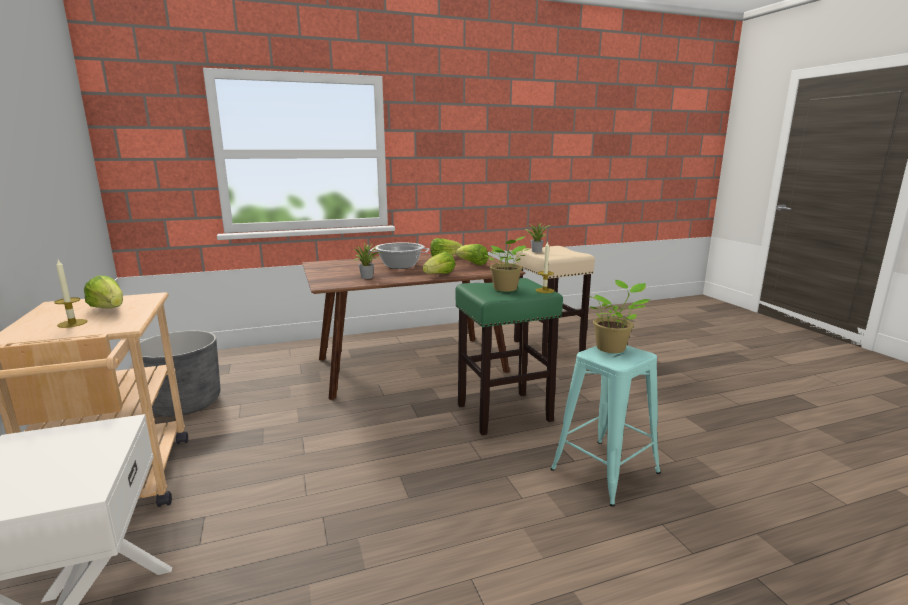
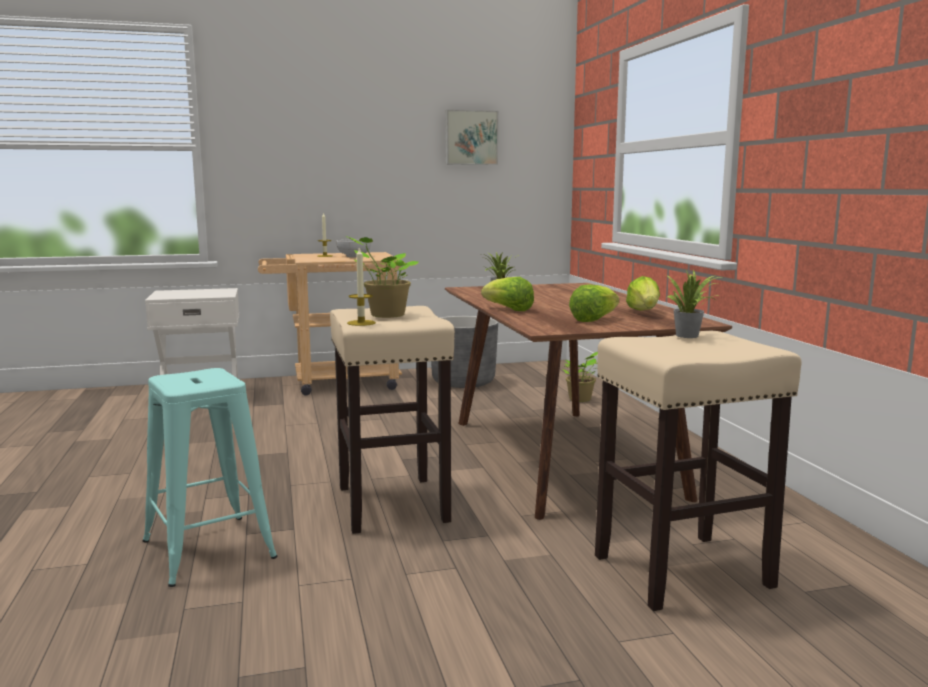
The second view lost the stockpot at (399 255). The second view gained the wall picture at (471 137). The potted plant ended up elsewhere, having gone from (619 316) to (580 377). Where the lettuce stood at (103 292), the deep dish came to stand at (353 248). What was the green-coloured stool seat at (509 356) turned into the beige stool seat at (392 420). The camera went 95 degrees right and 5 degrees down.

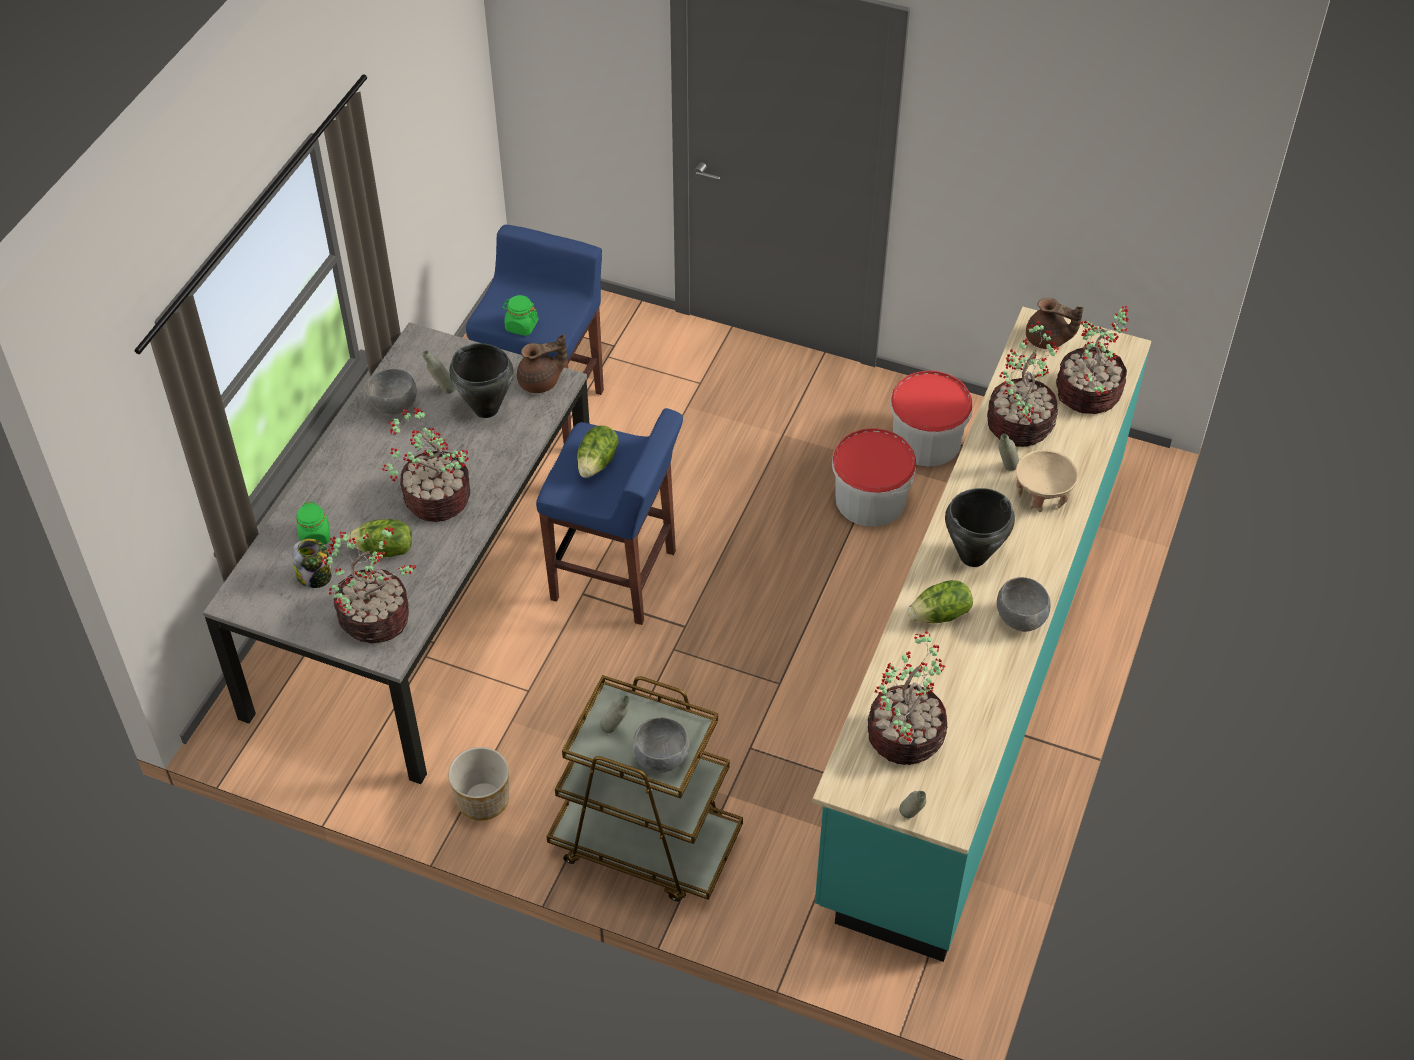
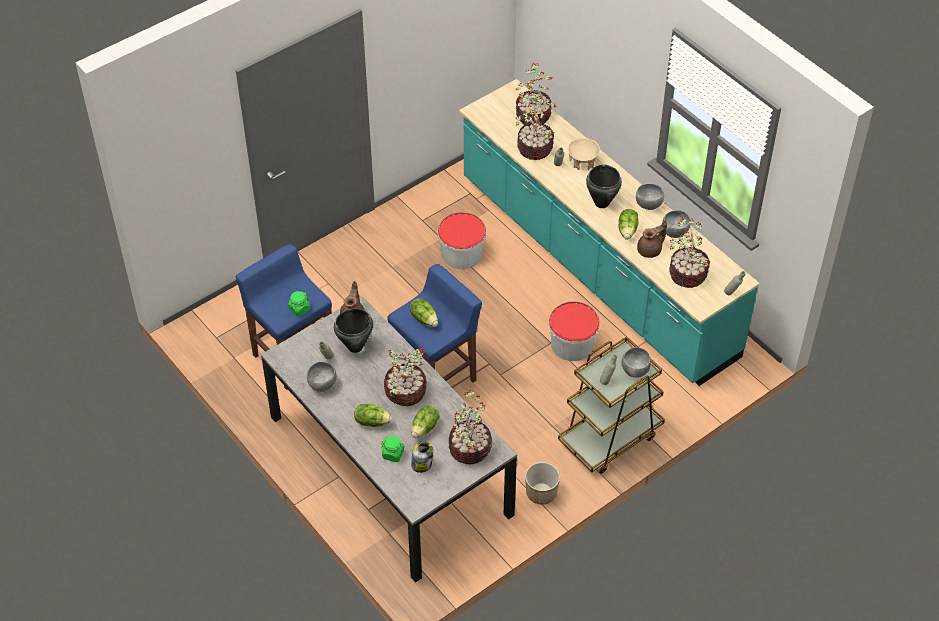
The second view gained the lettuce at (373 415). The second view gained the grey deep dish at (676 224). The water bucket ended up elsewhere, having gone from (931 419) to (574 331). The brownish tea pot ended up elsewhere, having gone from (1054 323) to (652 239). The camera went 60 degrees left and 0 degrees up.

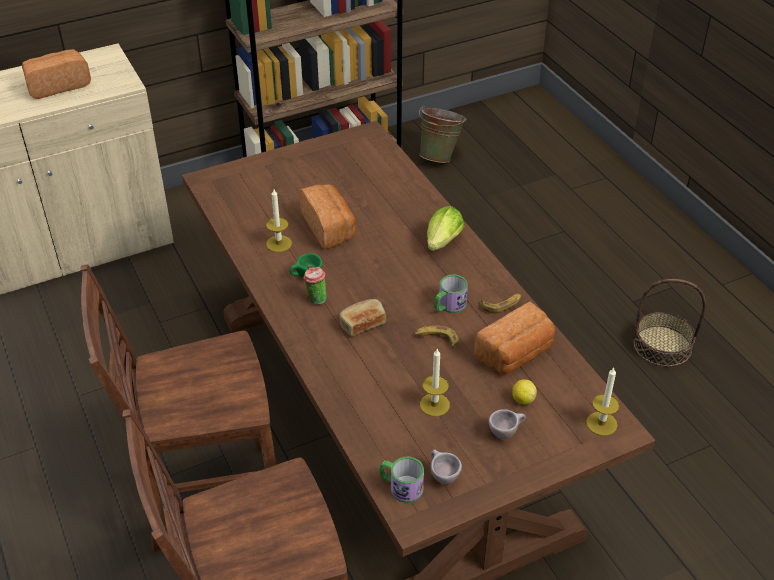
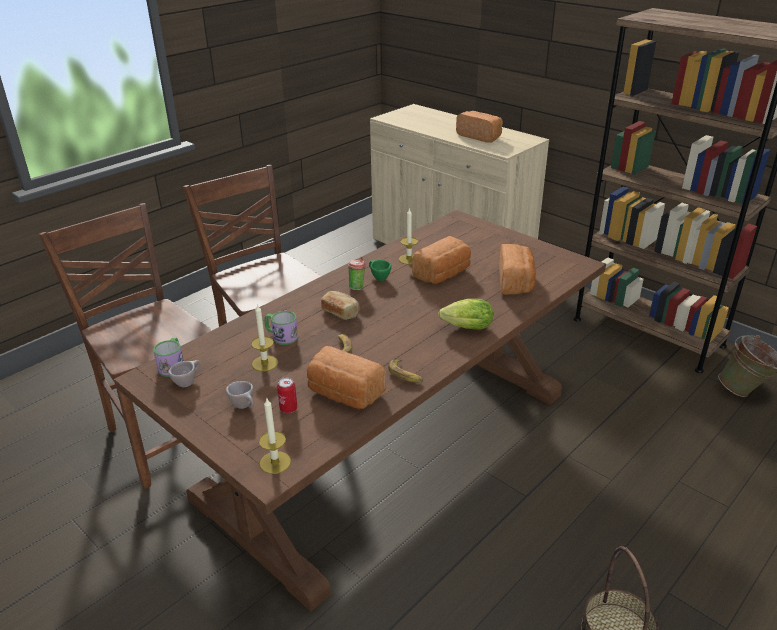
The second view gained the bakery bread at (517 269). The mug ended up elsewhere, having gone from (451 294) to (281 328). Where the whole lemon stood at (524 392), the metal can came to stand at (287 395). The camera went 70 degrees right and 10 degrees down.

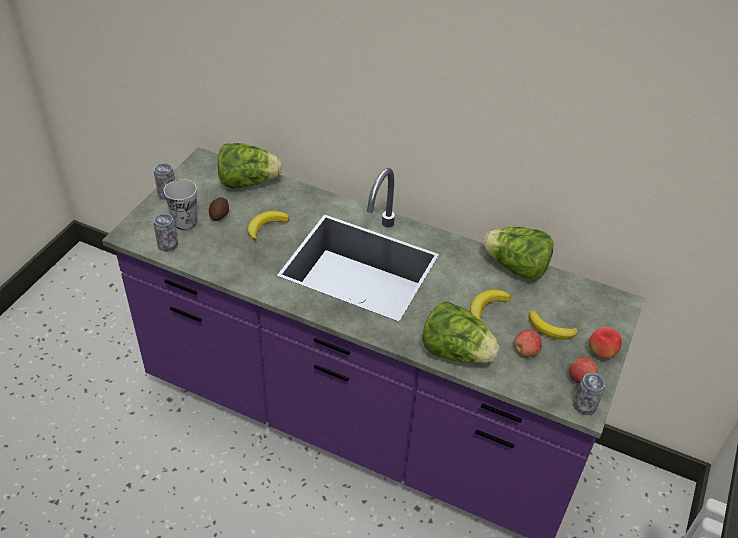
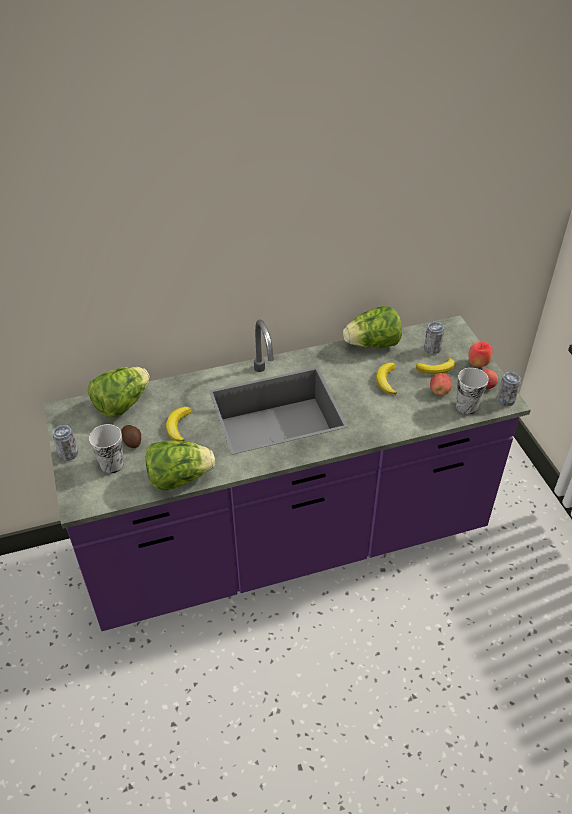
The second view gained the drinking cup at (472 391). The metal can ended up elsewhere, having gone from (166 232) to (434 338). The lettuce ended up elsewhere, having gone from (461 332) to (180 465). The camera went 40 degrees left and 0 degrees up.

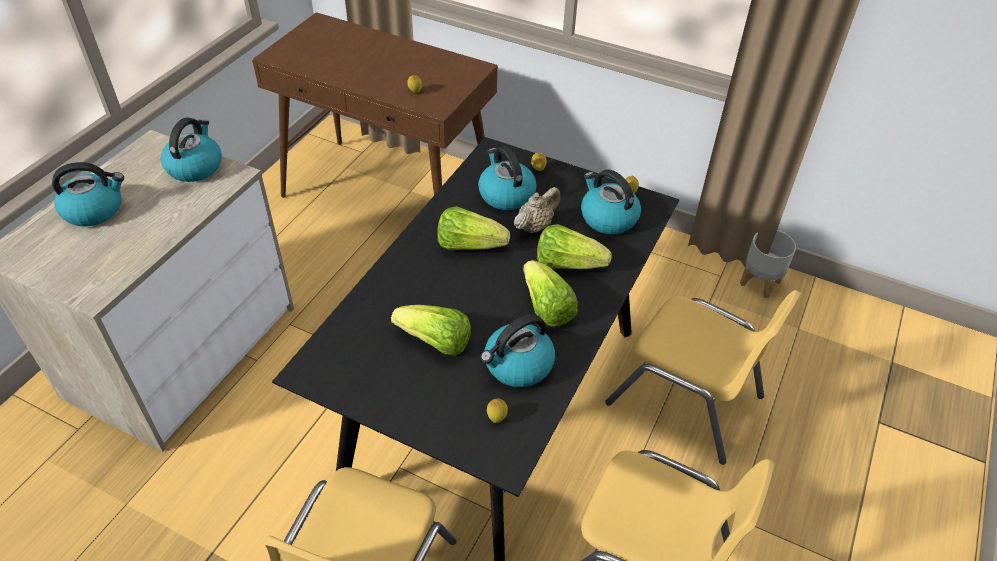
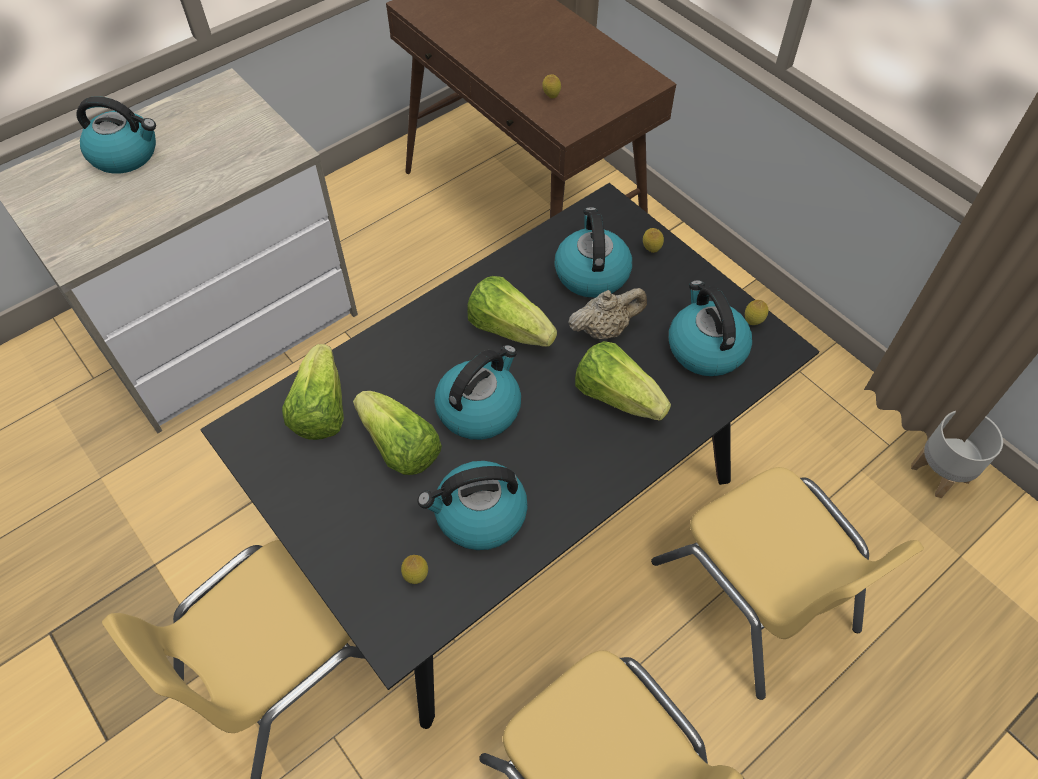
The kettle ended up elsewhere, having gone from (191 149) to (477 392). The lettuce ended up elsewhere, having gone from (550 293) to (313 392). The camera went 25 degrees right and 10 degrees up.

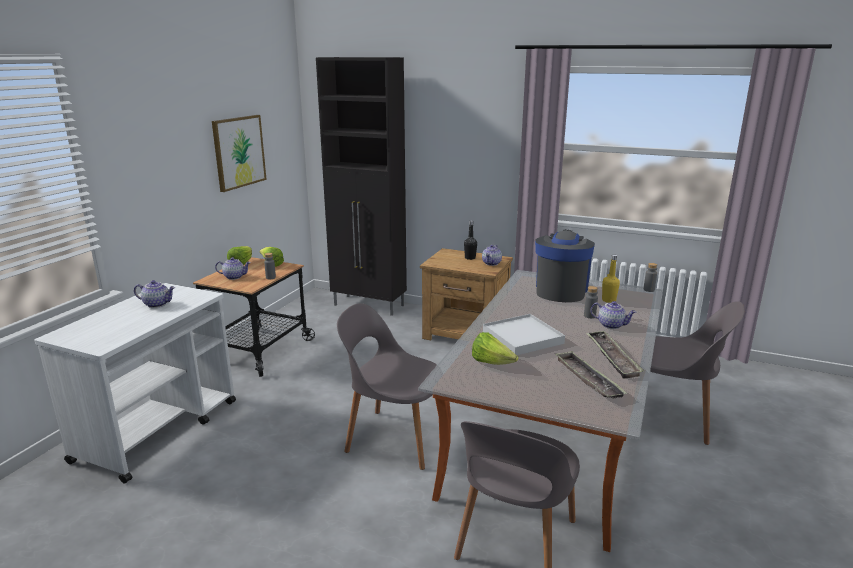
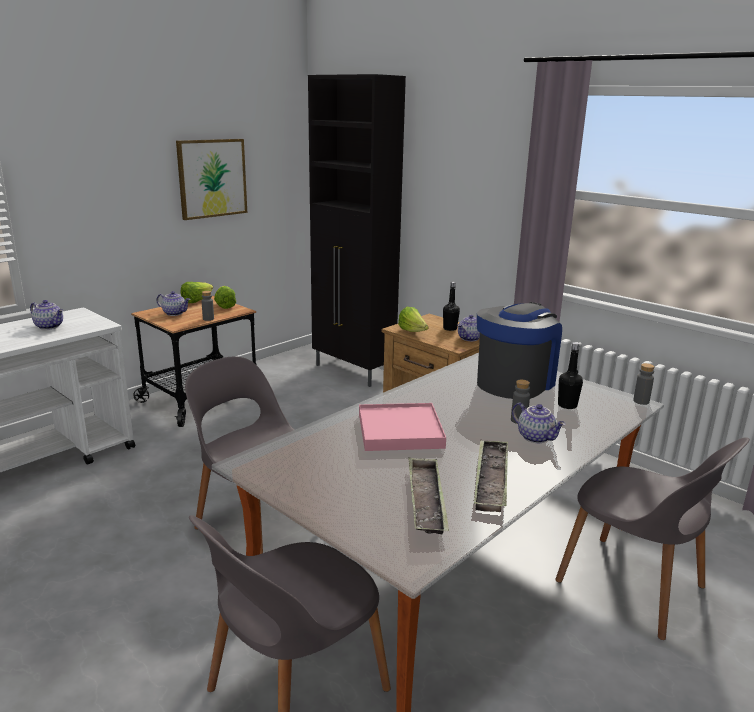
The lettuce ended up elsewhere, having gone from (495 348) to (413 319). What was the white-coloured carrying tray at (524 334) turned into the pink carrying tray at (402 427). What was the yellow bottle at (611 279) turned into the black bottle at (570 375). The camera went 20 degrees right and 0 degrees up.

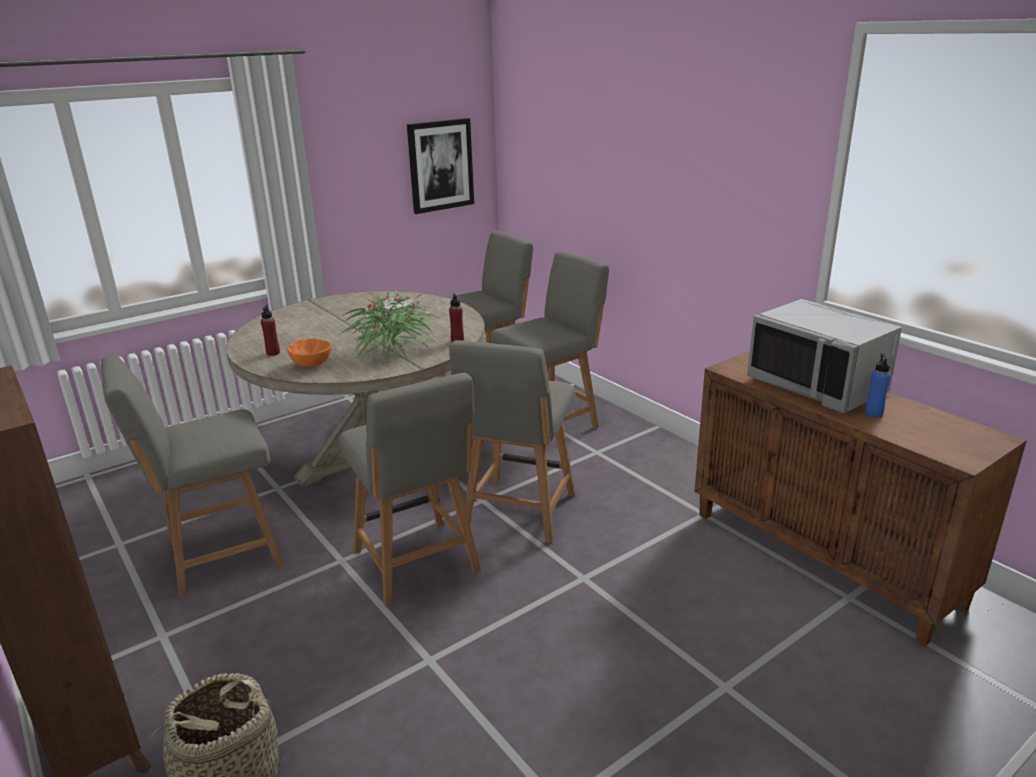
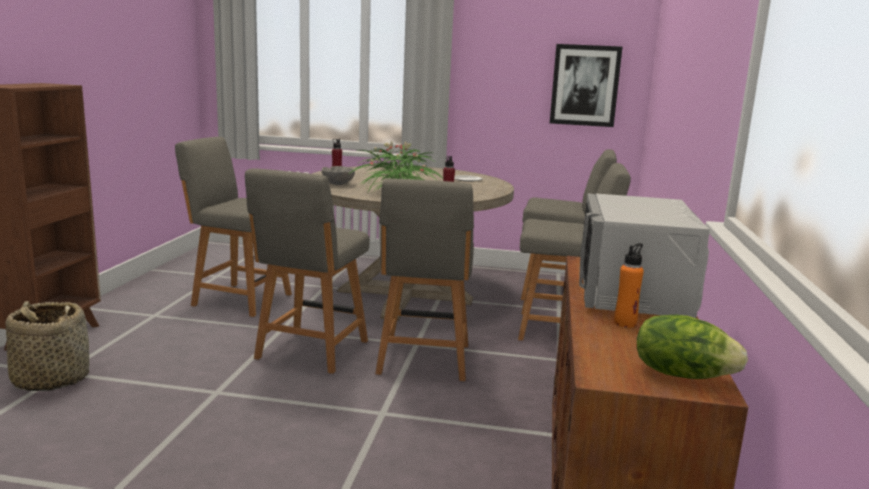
The second view gained the lettuce at (692 347). What was the orange deep dish at (309 353) turned into the grey deep dish at (338 175). What was the blue bottle at (878 386) turned into the orange bottle at (629 285). The grey plain chair at (512 441) ended up facing another way, 60 degrees counterclockwise from before. The camera went 45 degrees right and 10 degrees down.

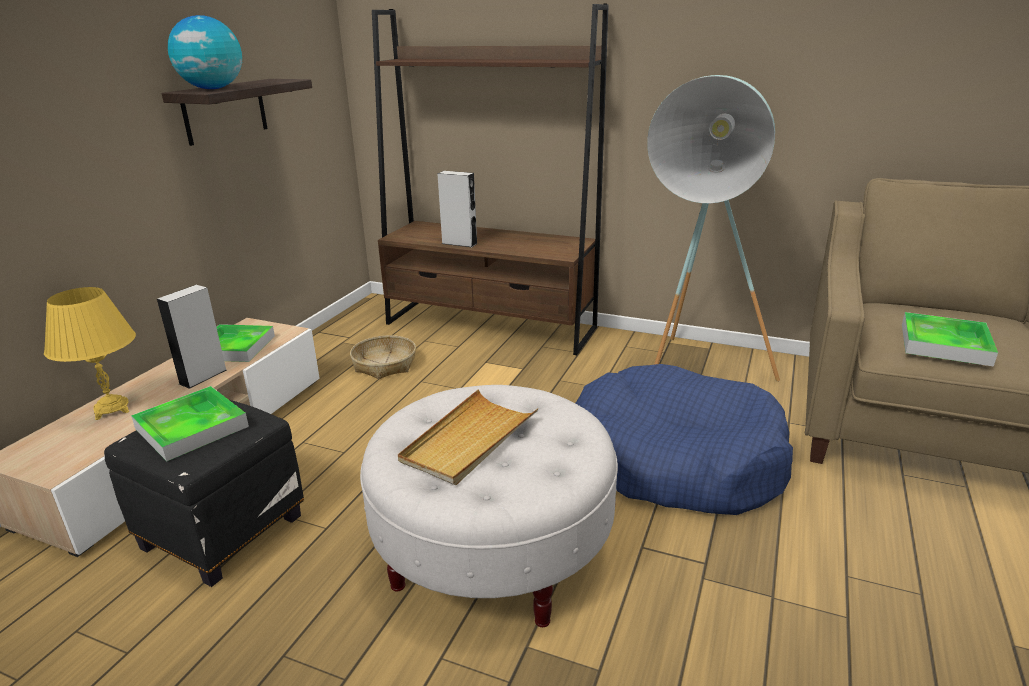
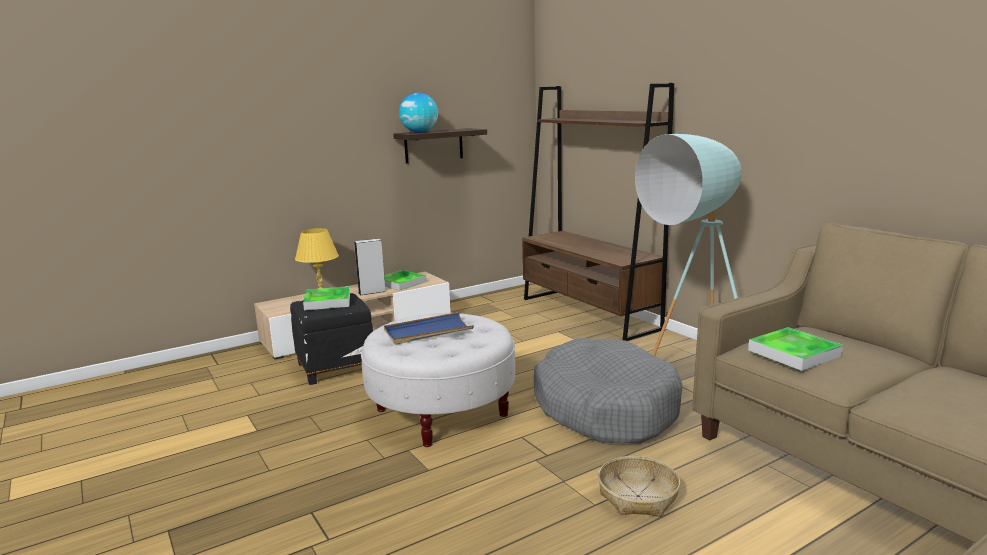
The second view lost the grey speaker at (457 209). The storage basket ended up elsewhere, having gone from (383 357) to (639 486). What was the beige carrying tray at (468 437) turned into the blue carrying tray at (429 328). What was the blue pet bed at (684 439) turned into the grey pet bed at (608 391). The camera went 35 degrees right and 10 degrees down.

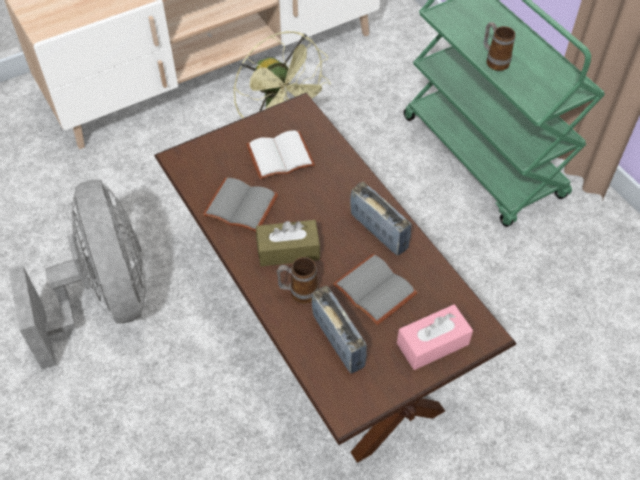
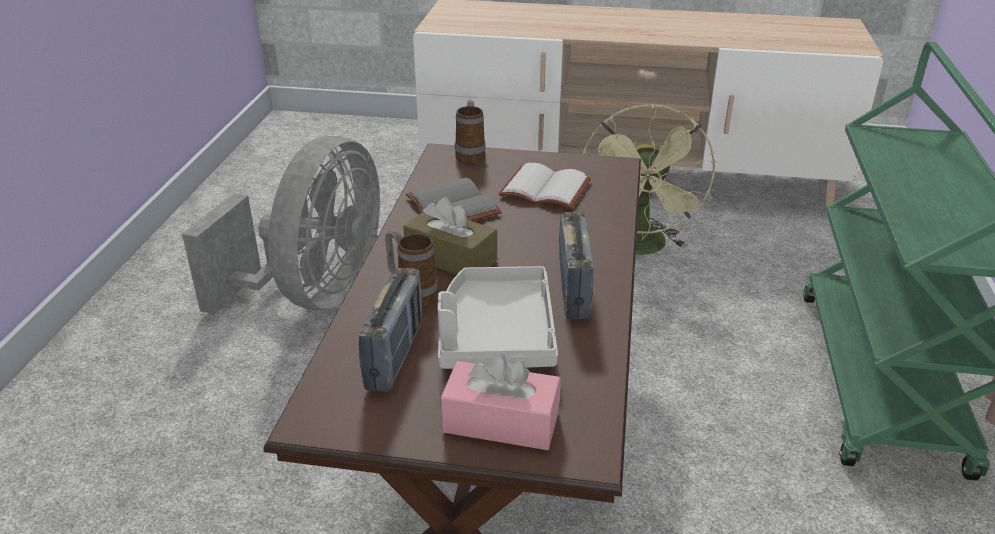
The mug ended up elsewhere, having gone from (499 46) to (470 132). Where the grey bound book stood at (375 289), the grey carrying tray came to stand at (498 317). The camera went 40 degrees right and 20 degrees down.

